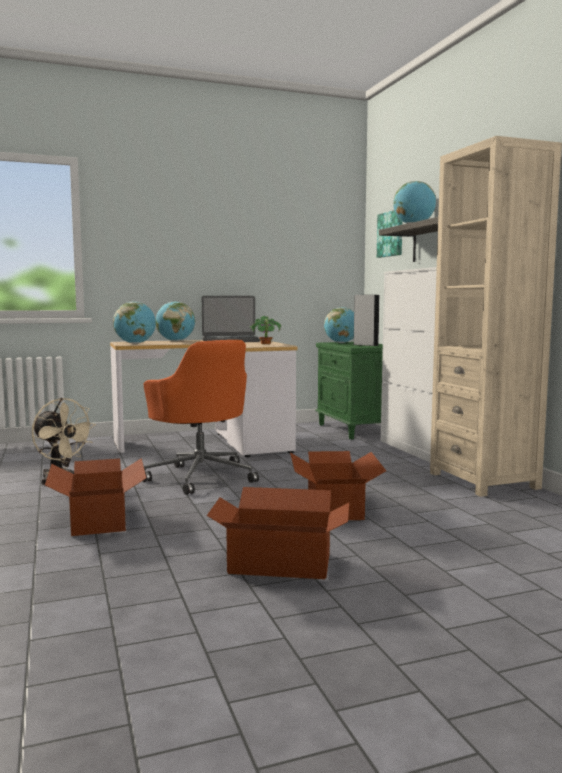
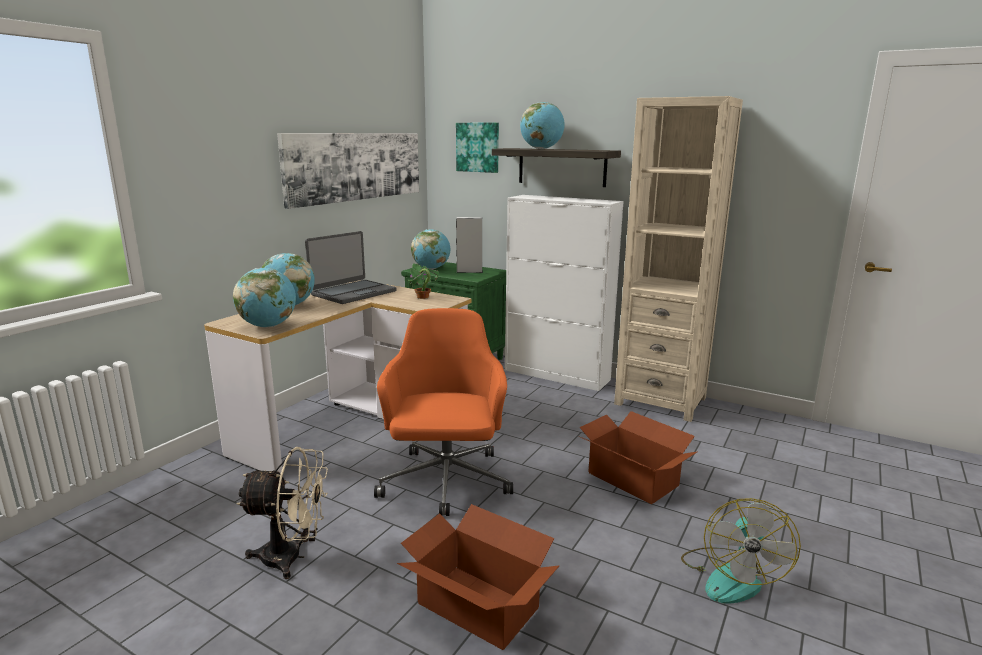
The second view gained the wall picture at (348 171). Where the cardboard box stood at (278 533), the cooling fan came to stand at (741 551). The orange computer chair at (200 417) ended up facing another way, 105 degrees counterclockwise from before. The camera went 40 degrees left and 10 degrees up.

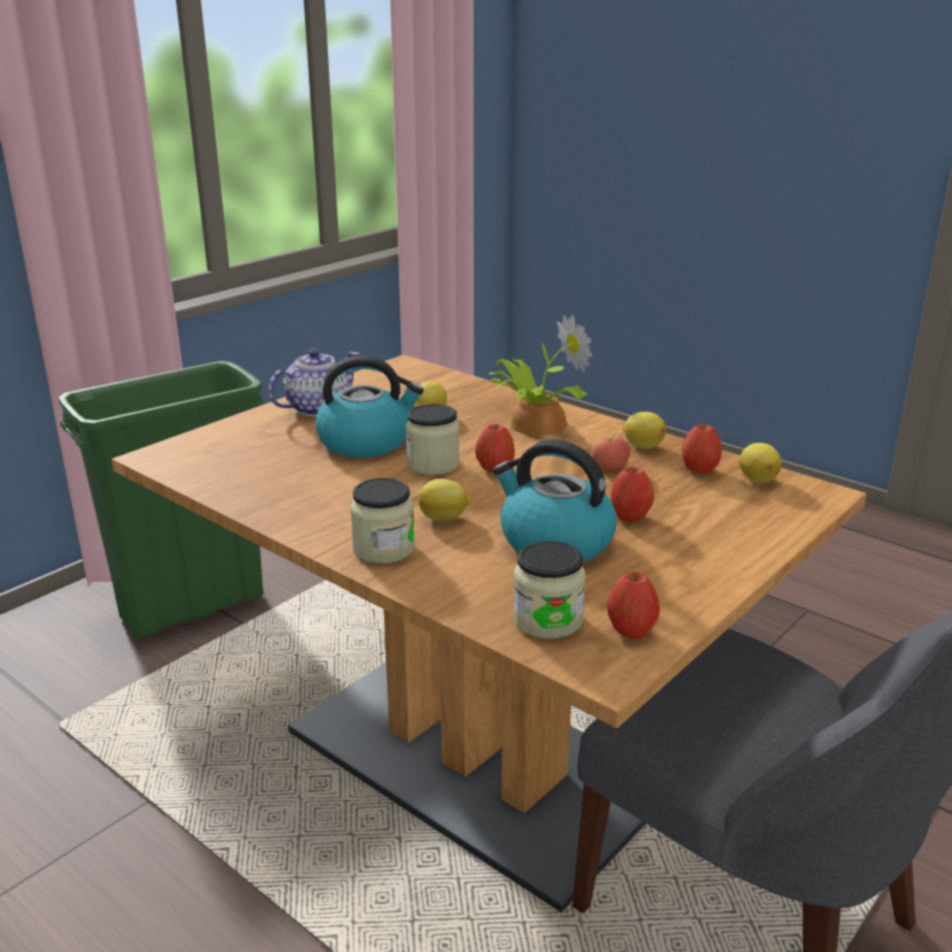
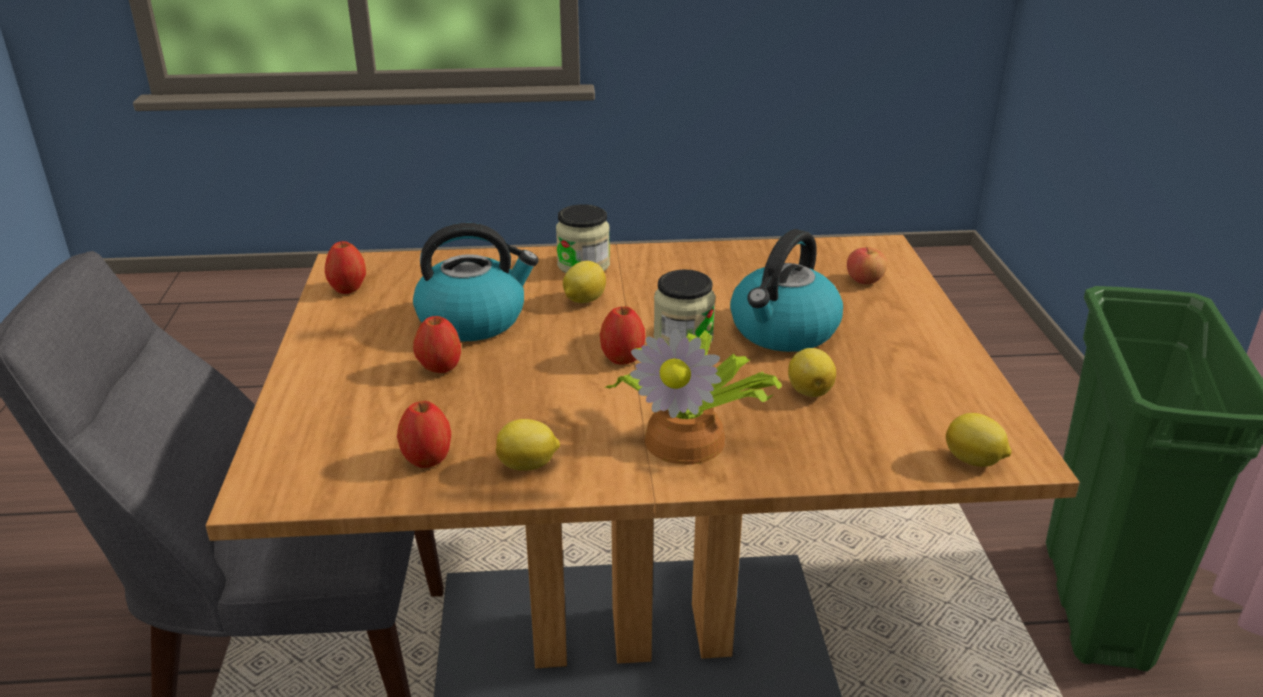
The second view lost the tea pot at (314 382). The second view lost the jar at (549 590). The apple ended up elsewhere, having gone from (610 452) to (867 265). The whole lemon ended up elsewhere, having gone from (760 463) to (979 440). The camera went 135 degrees right and 5 degrees up.

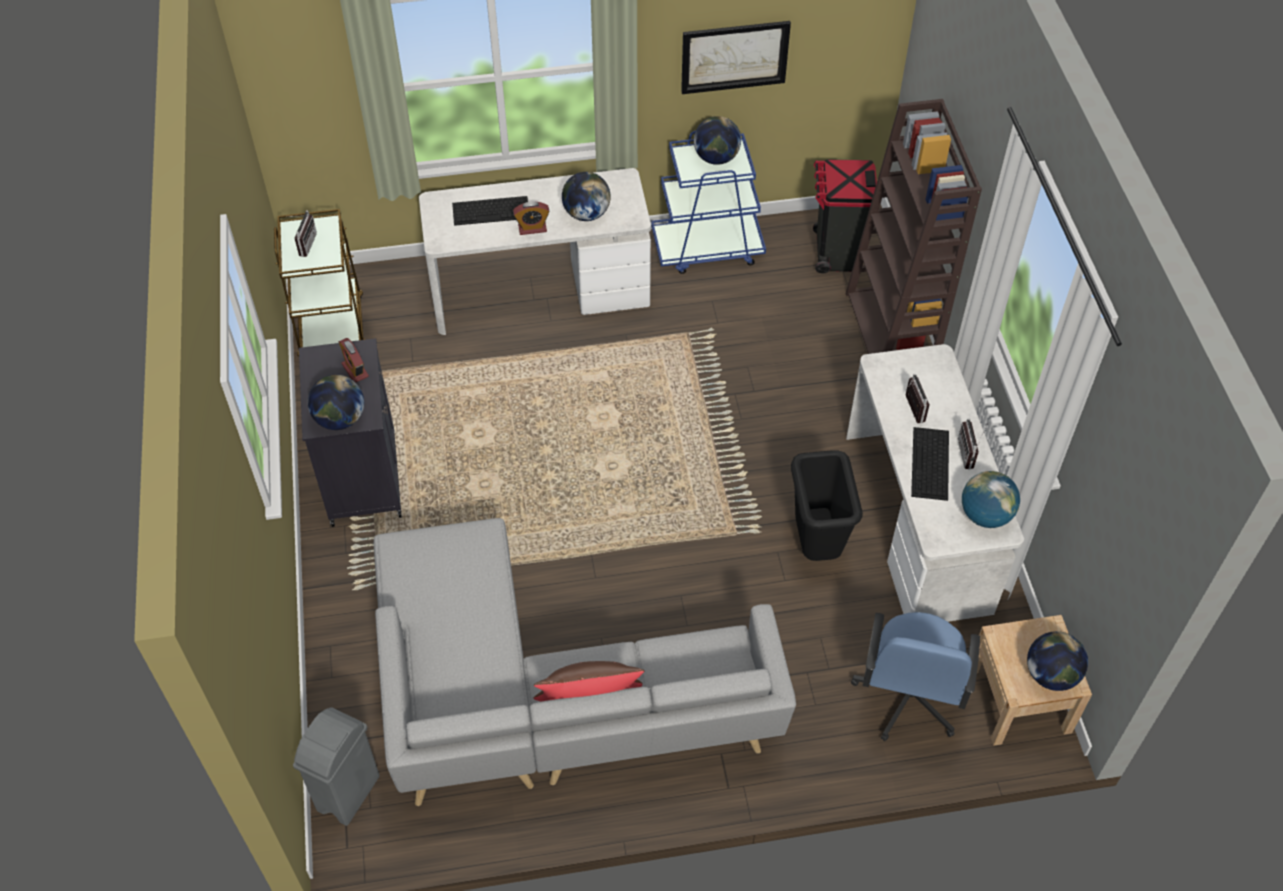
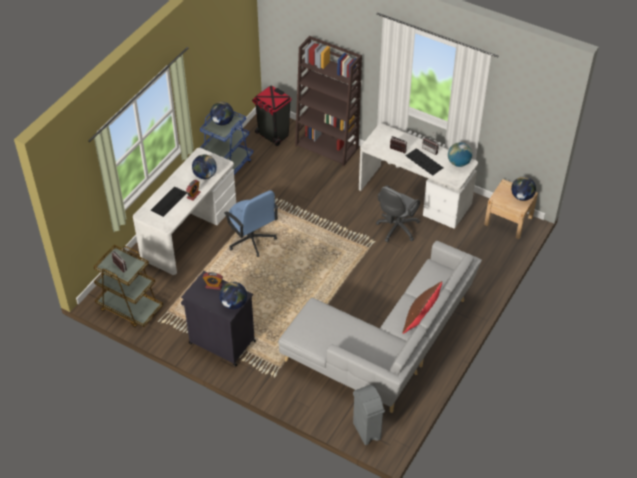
The second view lost the wall picture at (736 57). The blue computer chair ended up elsewhere, having gone from (915 676) to (251 223). Where the black rubbish bin stood at (827 505), the grey computer chair came to stand at (398 213). The camera went 50 degrees left and 5 degrees down.

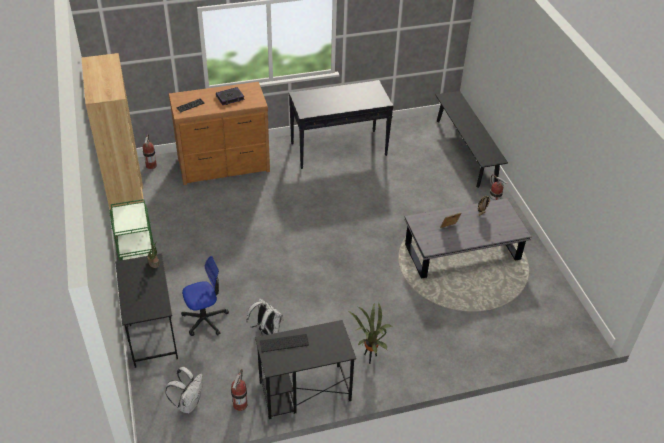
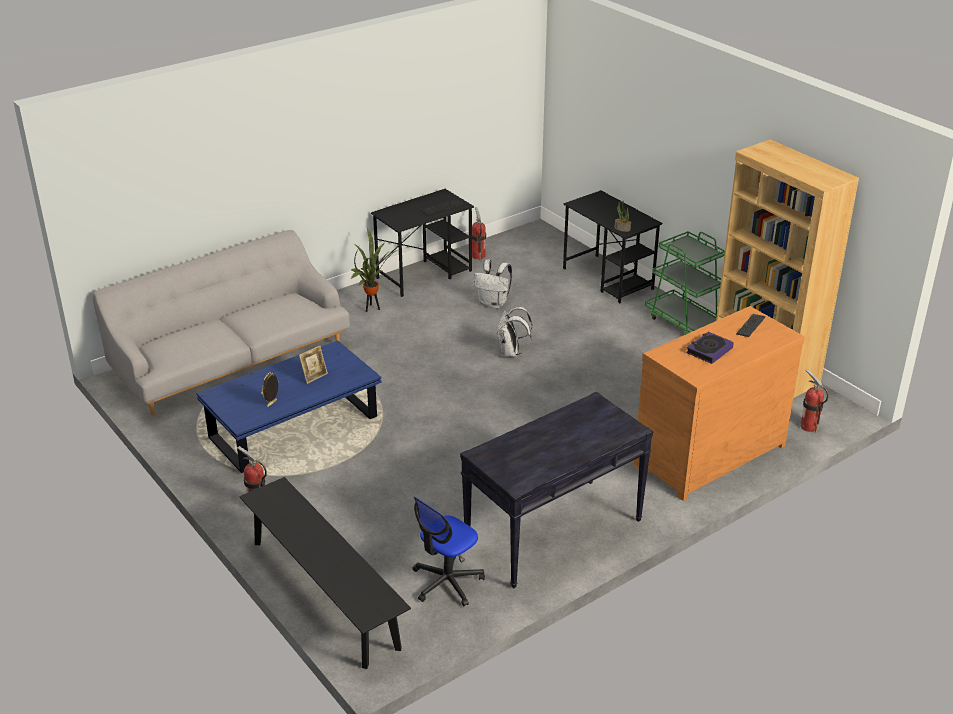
The second view gained the grey sofa at (221 323). The white-coloured knapsack ended up elsewhere, having gone from (184 390) to (514 332). The computer chair ended up elsewhere, having gone from (205 296) to (448 551). What was the grey low table at (468 238) turned into the blue low table at (289 406). The camera went 160 degrees right and 10 degrees down.

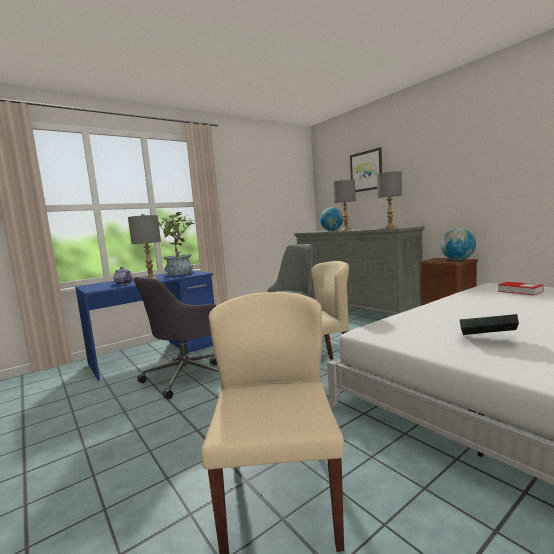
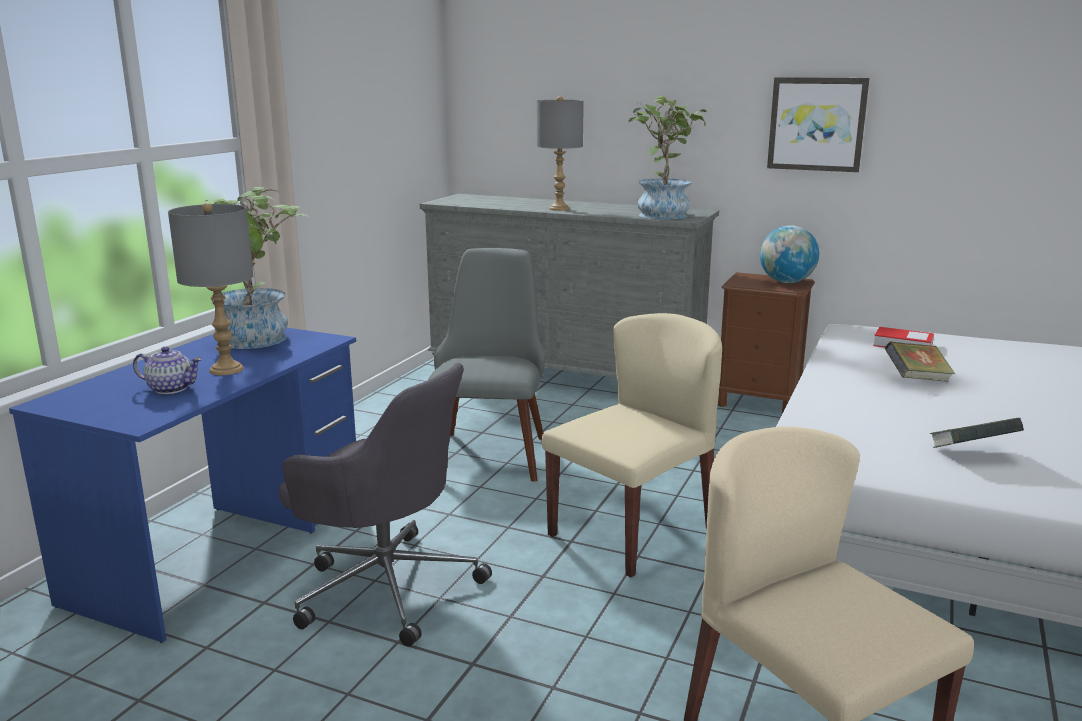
The second view lost the globe at (331 219). The second view gained the bound book at (920 362). The wall picture ended up elsewhere, having gone from (366 169) to (818 124). Where the grey tabletop lamp stood at (389 200), the potted plant came to stand at (667 158). The grey computer chair at (176 338) ended up facing another way, 75 degrees counterclockwise from before. The camera went 30 degrees left and 10 degrees up.

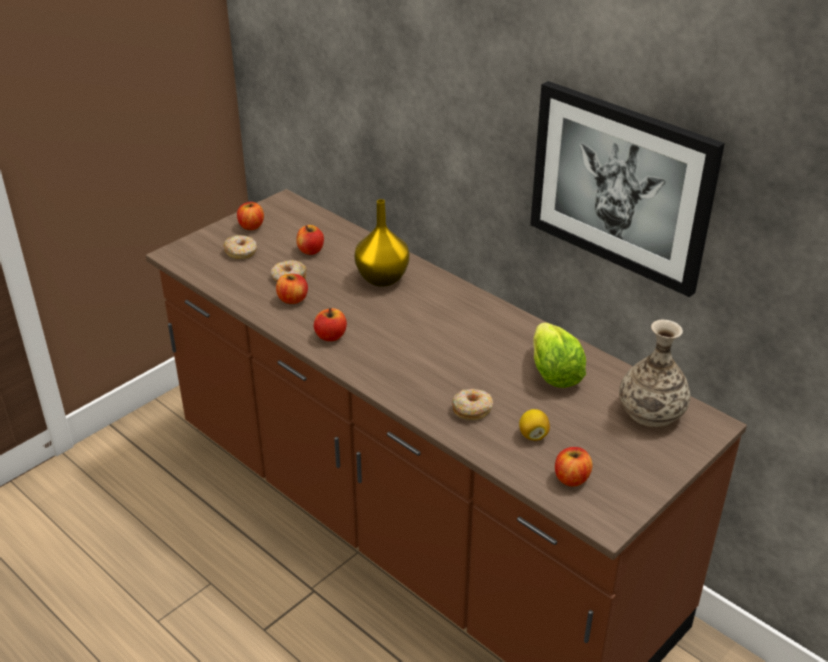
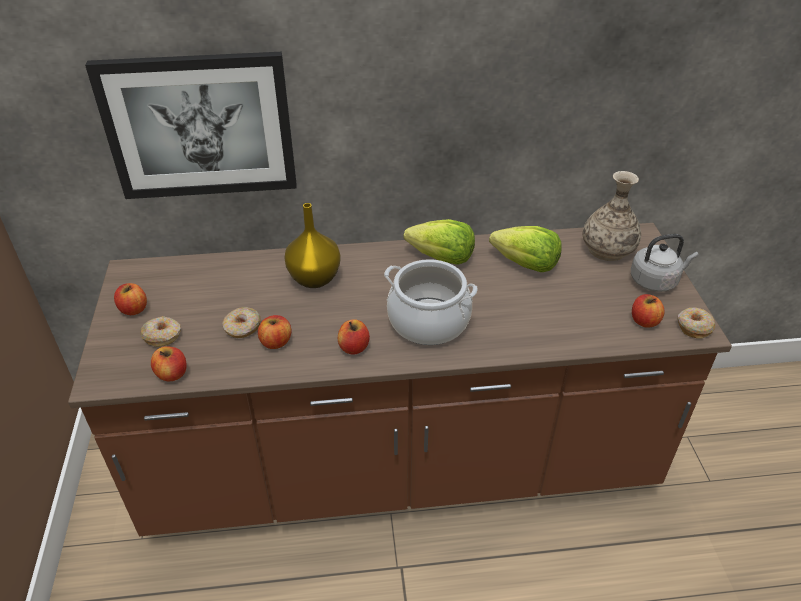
The second view lost the whole lemon at (534 425). The second view gained the stockpot at (431 302). The second view gained the lettuce at (439 242). The second view gained the grey kettle at (665 263). The apple ended up elsewhere, having gone from (310 240) to (169 364). The donut ended up elsewhere, having gone from (472 404) to (697 323). The wall picture ended up elsewhere, having gone from (627 189) to (191 125). The camera went 50 degrees left and 5 degrees up.

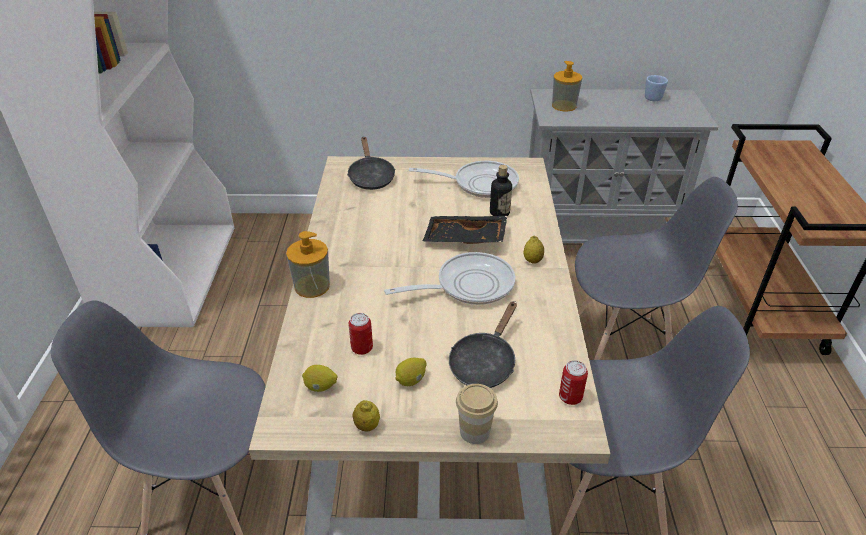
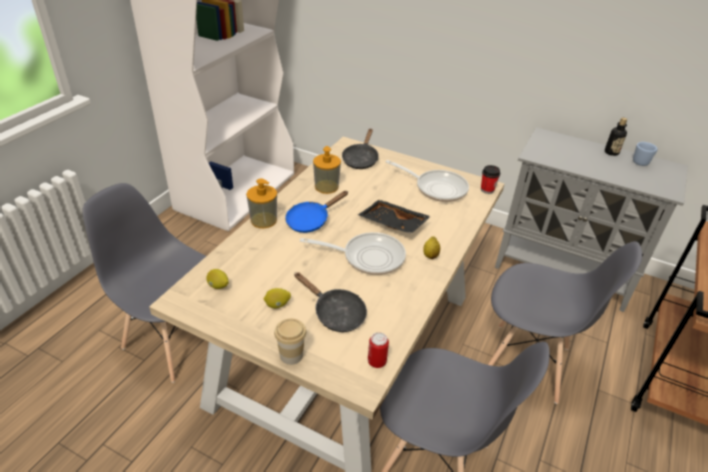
The second view lost the metal can at (360 334). The second view lost the whole lemon at (366 416). The second view gained the blue frying pan at (316 212). The second view gained the drinking cup at (490 179). The bottle ended up elsewhere, having gone from (501 190) to (616 137). The liquid soap bottle ended up elsewhere, having gone from (567 86) to (327 170). The black frying pan at (483 344) ended up facing another way, 105 degrees counterclockwise from before. The camera went 25 degrees right and 0 degrees up.

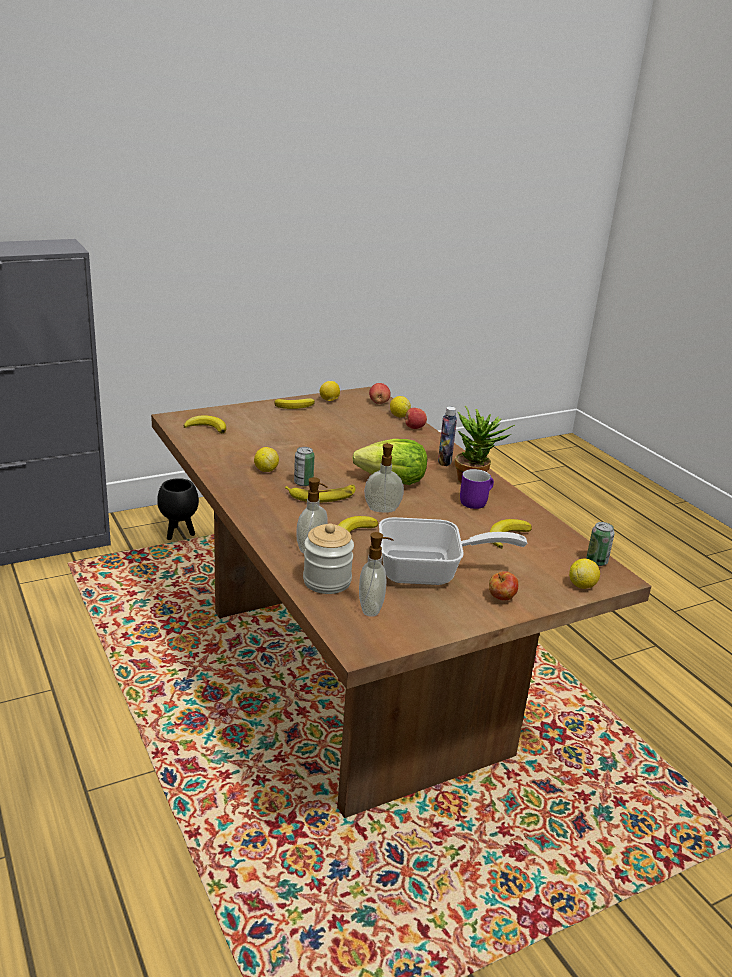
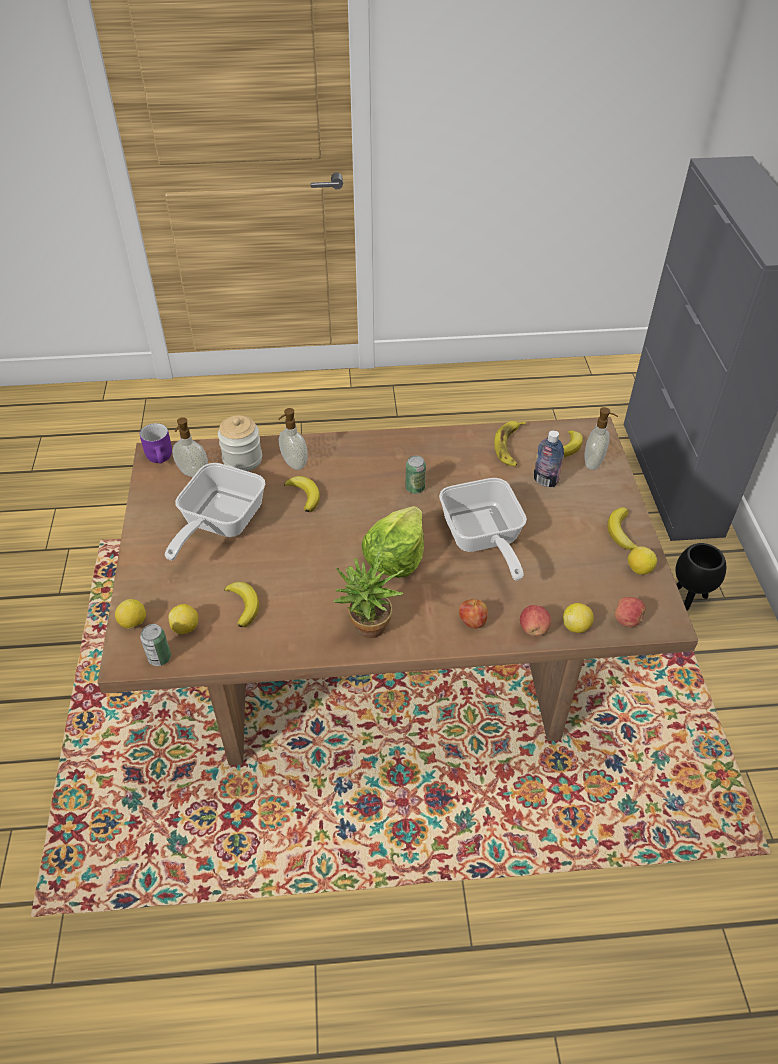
The second view gained the frying pan at (483 529). The whole lemon ended up elsewhere, having gone from (266 459) to (183 619). The banana fruit ended up elsewhere, having gone from (320 493) to (510 443). The liquid soap bottle ended up elsewhere, having gone from (384 477) to (601 438). The bottle ended up elsewhere, having gone from (447 436) to (549 458). The purplish mug ended up elsewhere, having gone from (477 489) to (156 443). The apple ended up elsewhere, having gone from (503 586) to (473 614). The camera went 115 degrees right and 20 degrees up.

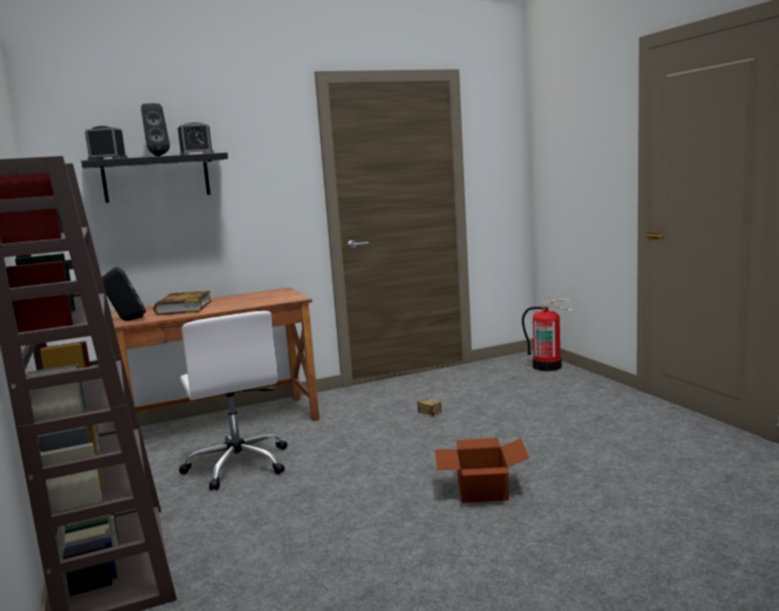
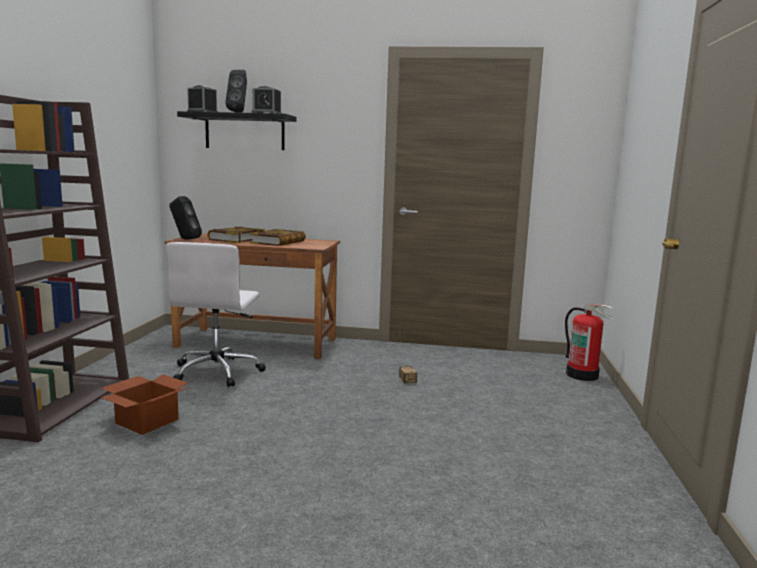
The second view gained the bound book at (278 237). The cardboard box ended up elsewhere, having gone from (482 470) to (145 404). The camera went 30 degrees right and 0 degrees up.

